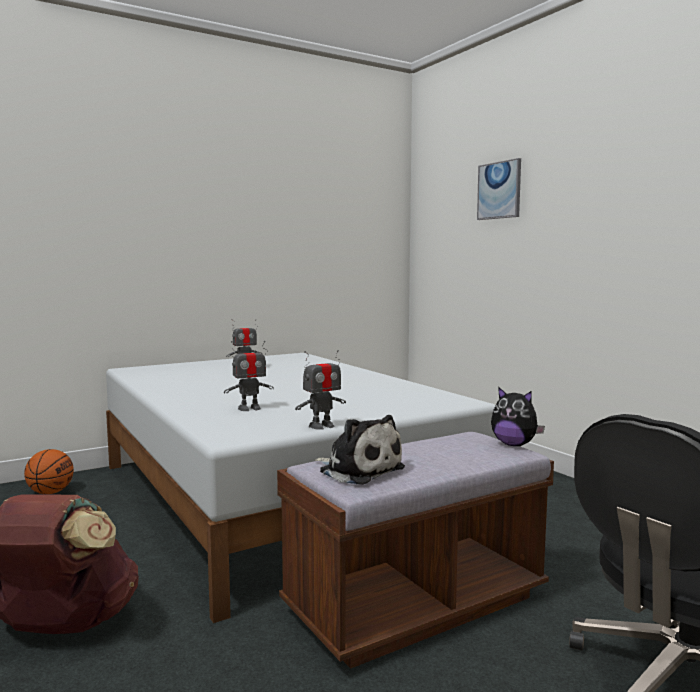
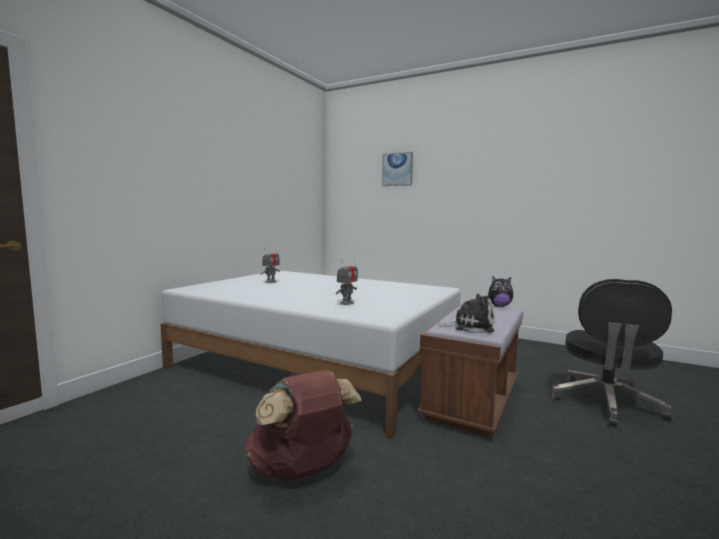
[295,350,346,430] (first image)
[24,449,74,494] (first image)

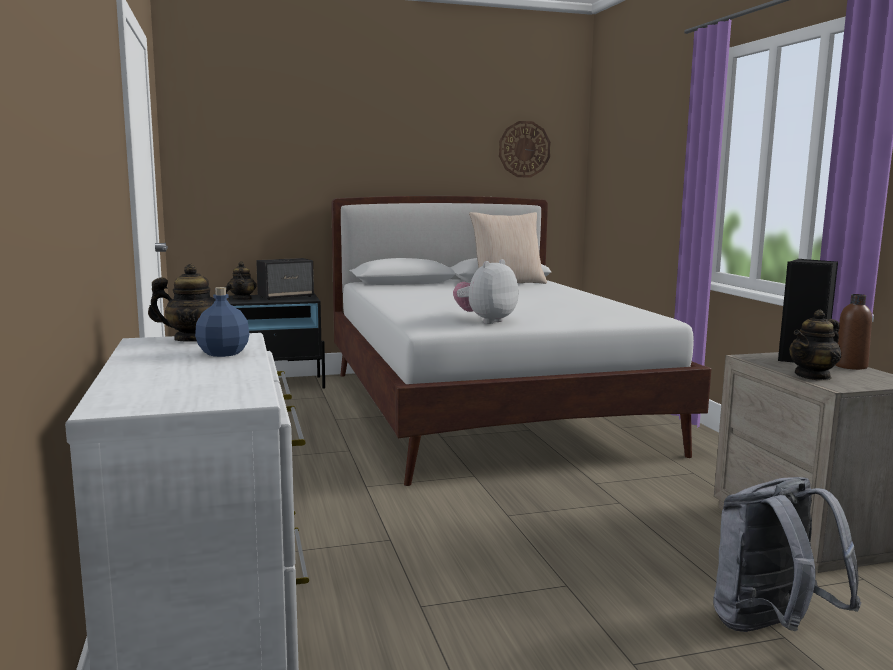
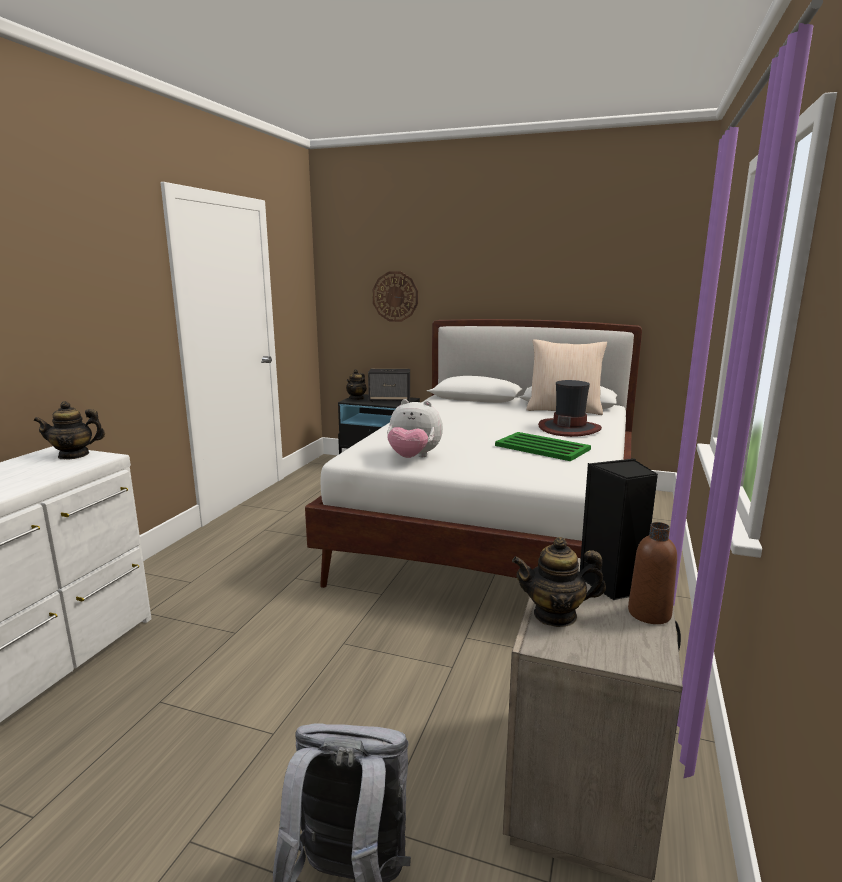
[372,272,418,322]
[387,399,443,458]
[33,401,105,460]
[195,287,250,357] (first image)
[538,380,602,437]
[495,432,591,461]

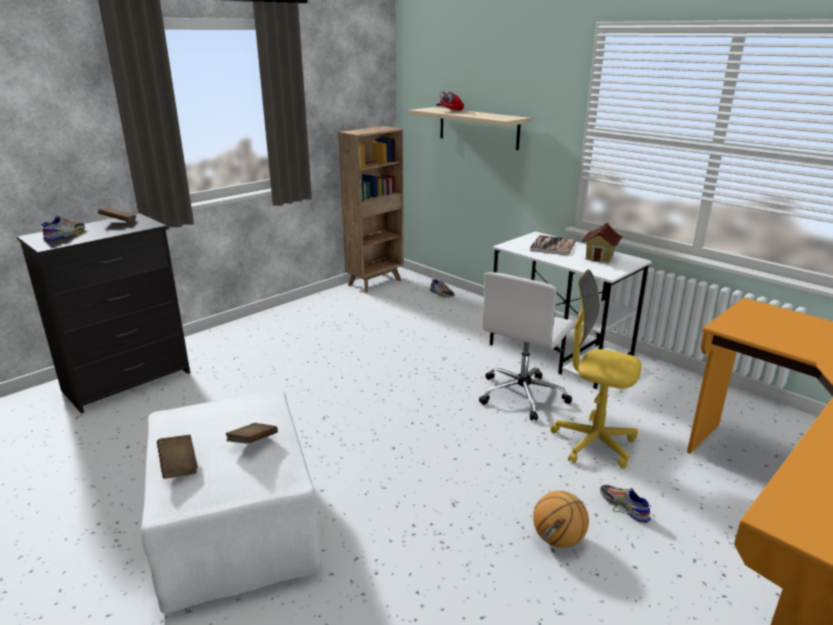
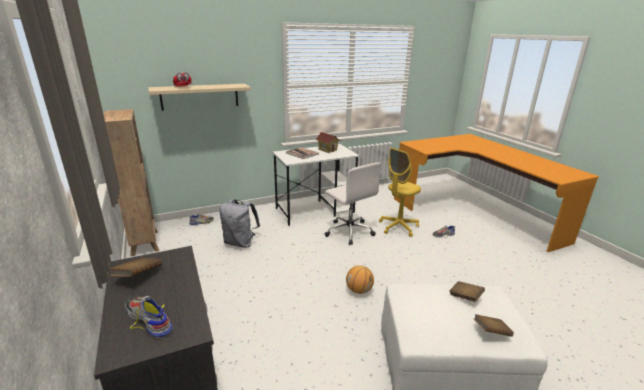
[346,265,374,294]
[219,199,260,248]

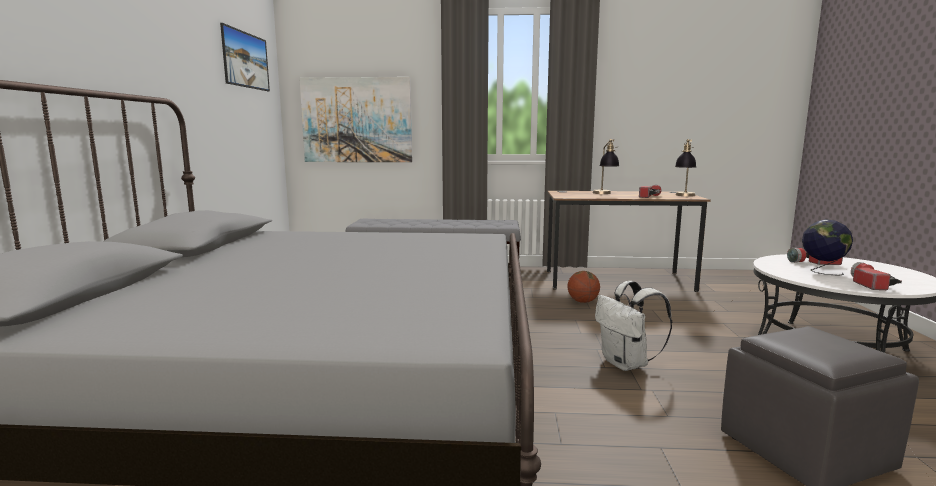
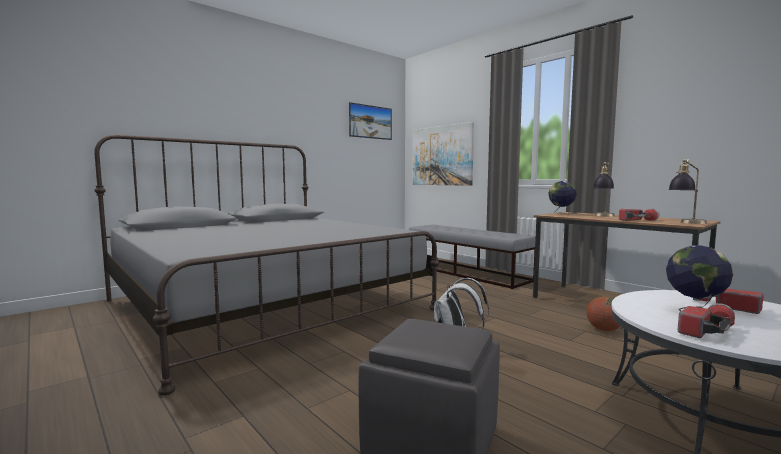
[587,297,620,331]
[548,181,577,214]

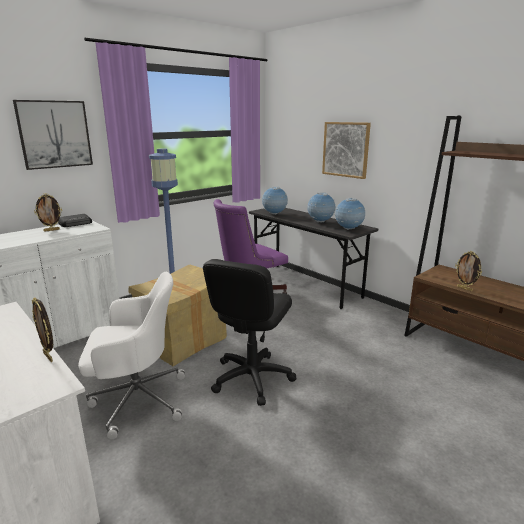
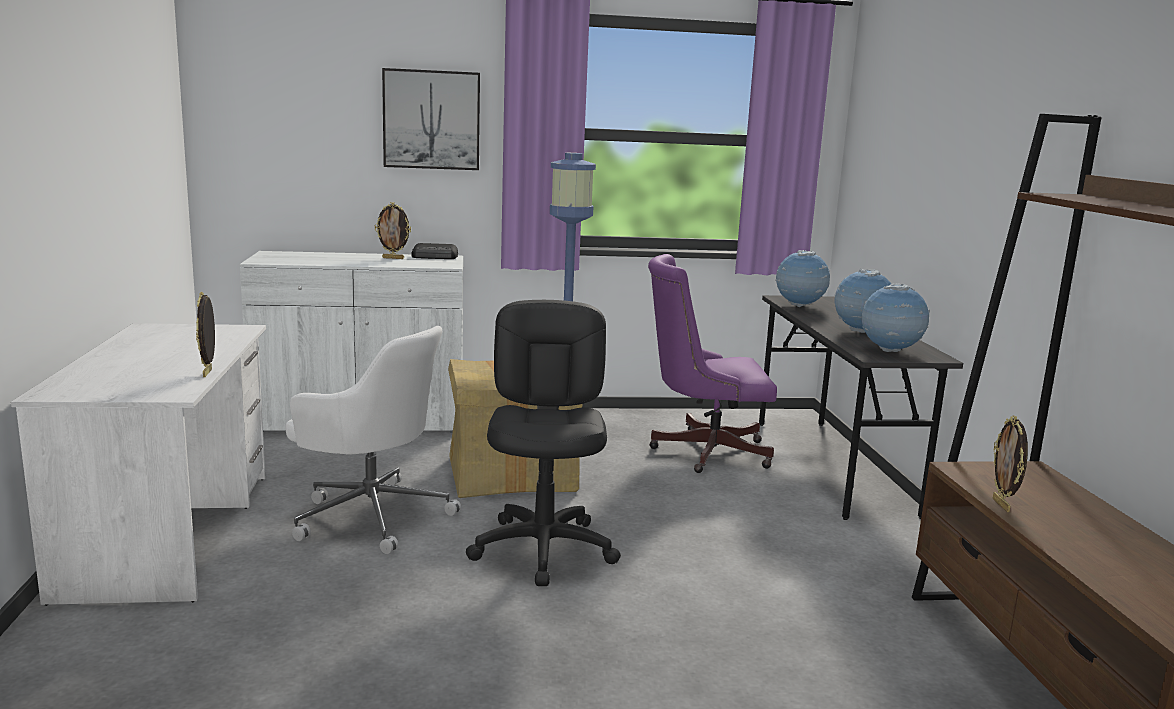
[322,122,371,179] (first image)
[466,300,621,586]

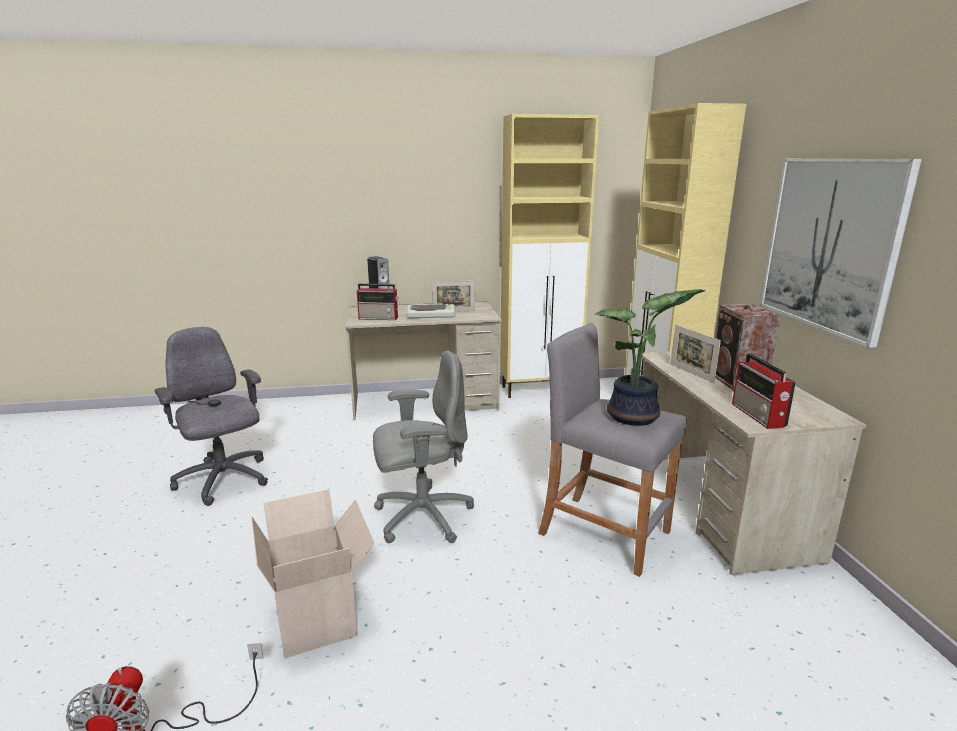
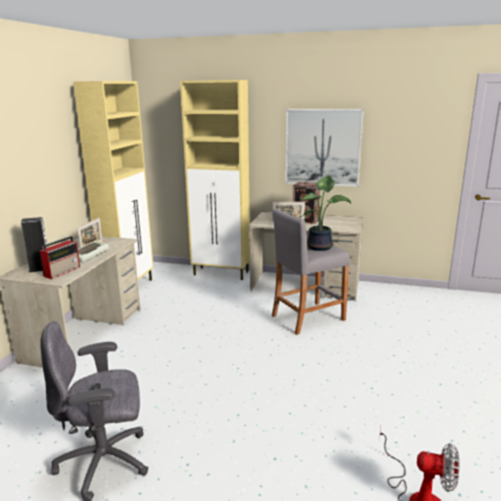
[373,351,474,544] (first image)
[732,353,796,429] (first image)
[251,489,374,659] (first image)

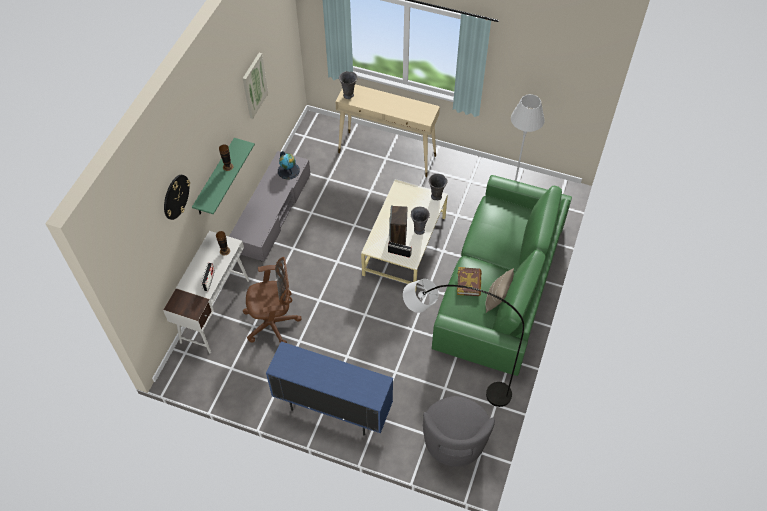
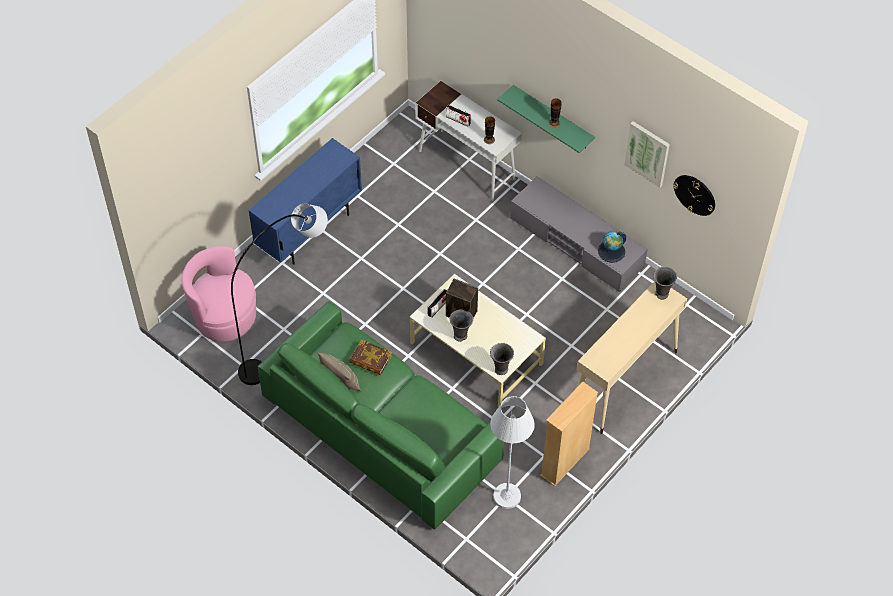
[673,175,715,216]
[243,257,301,343] (first image)
[181,246,256,342]
[540,382,598,486]

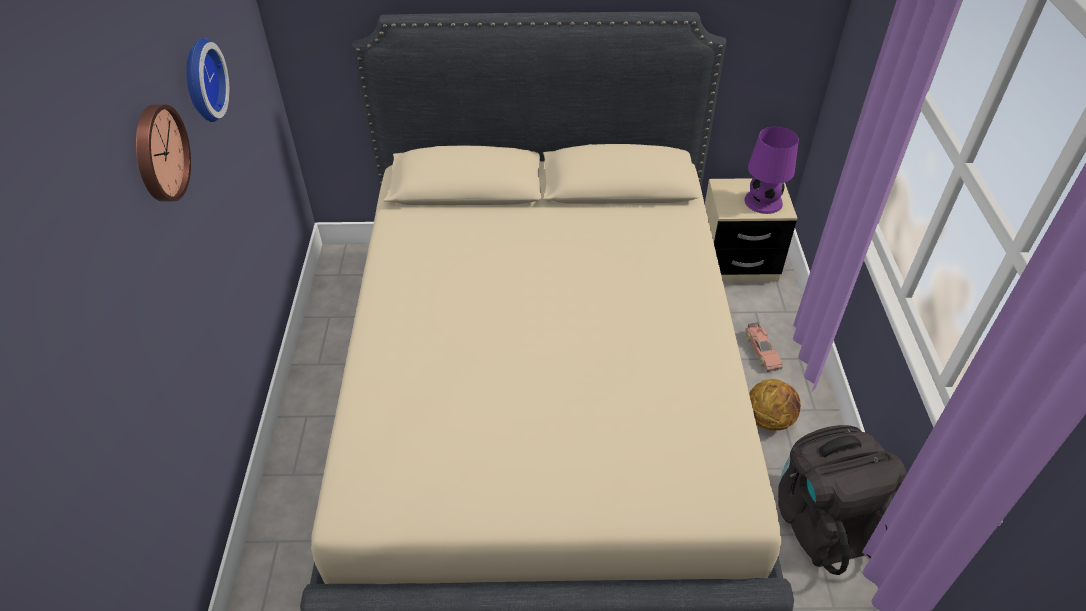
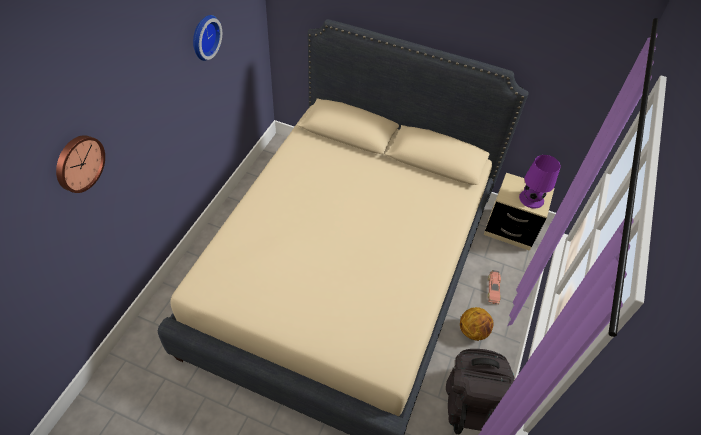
[56,135,105,193]

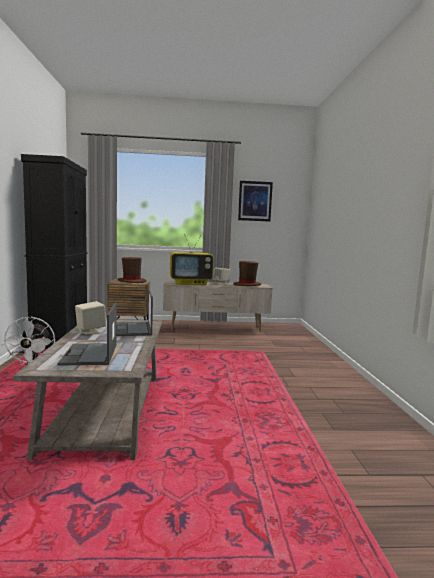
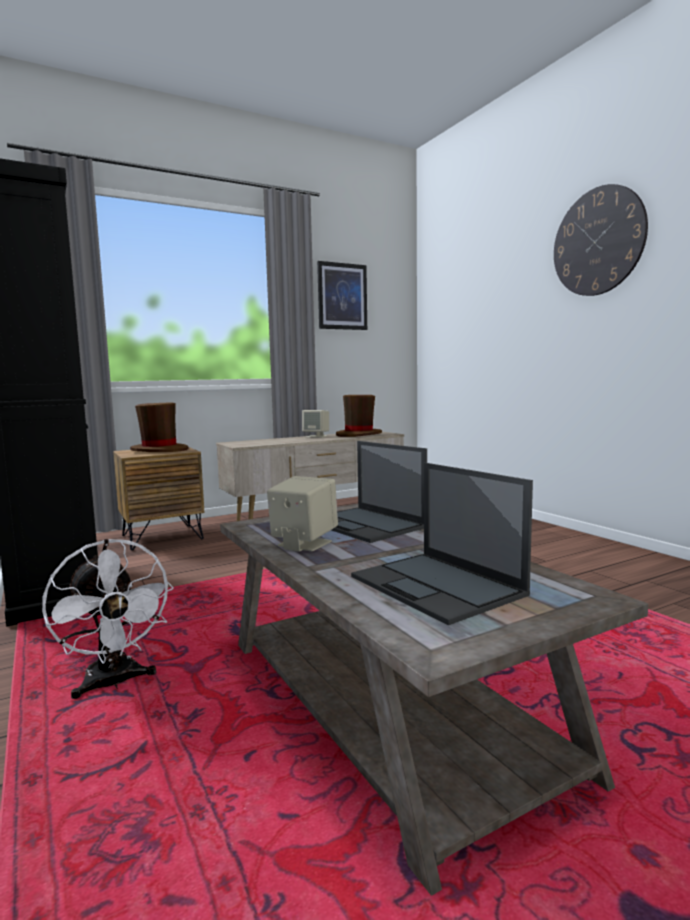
[170,234,214,285] (first image)
[554,184,648,296]

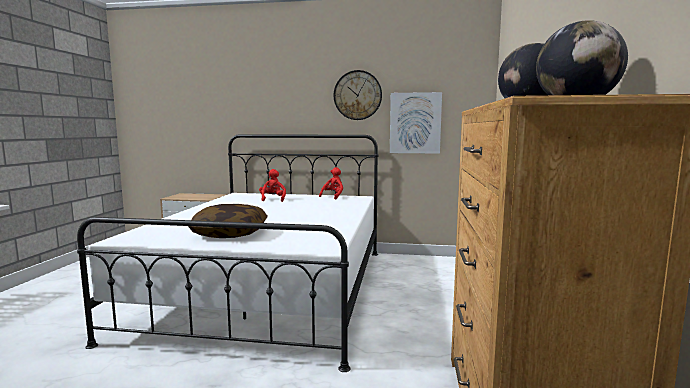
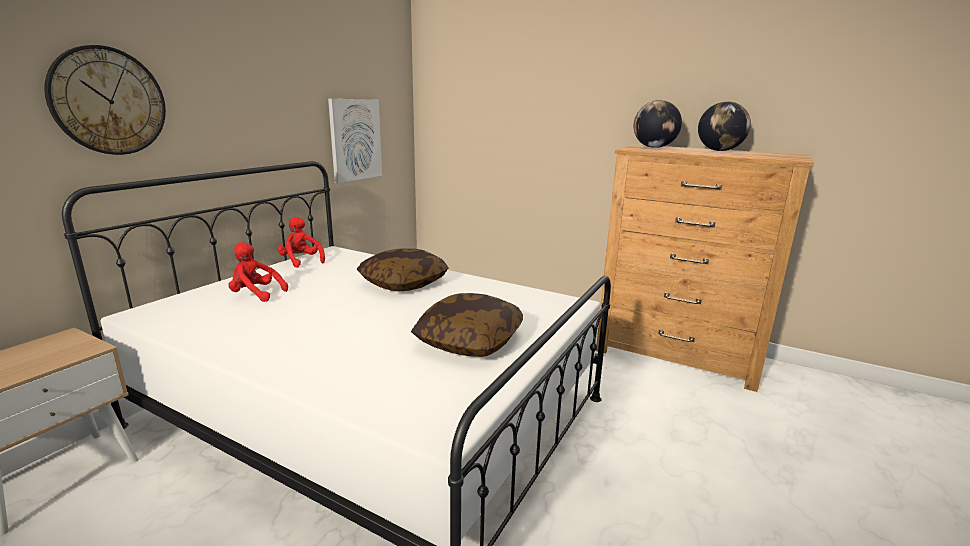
[44,45,166,155]
[357,248,449,291]

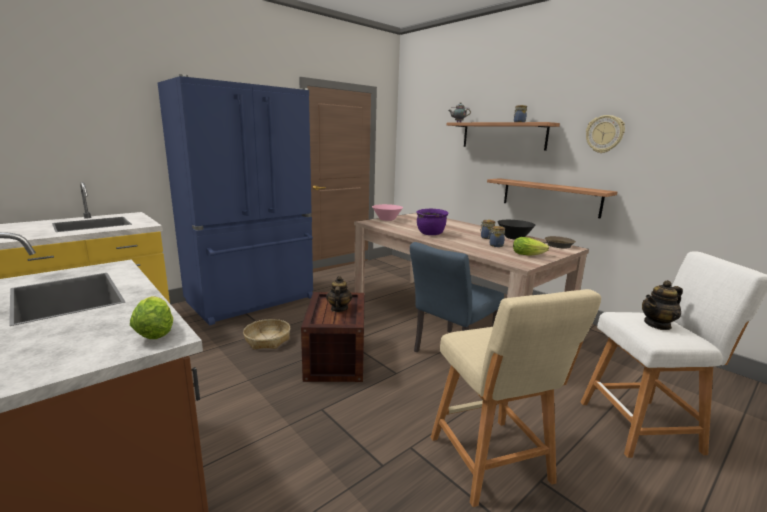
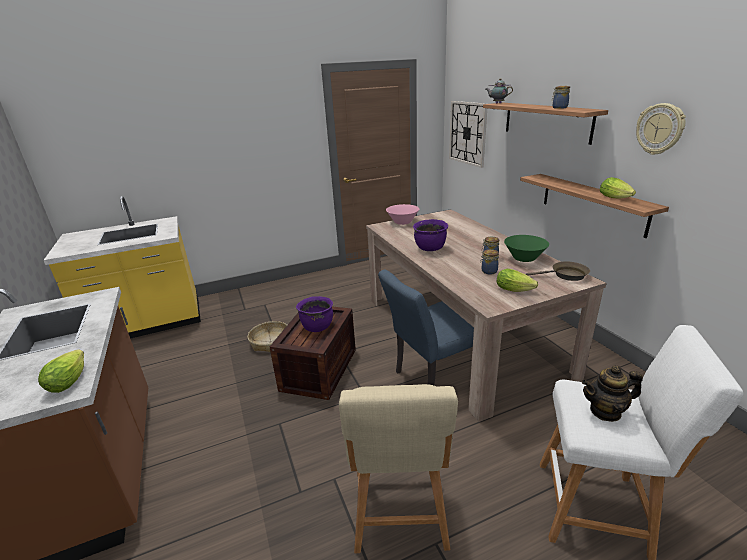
[158,74,313,326] (first image)
[504,235,549,262]
[296,296,333,332]
[449,101,487,168]
[600,177,636,198]

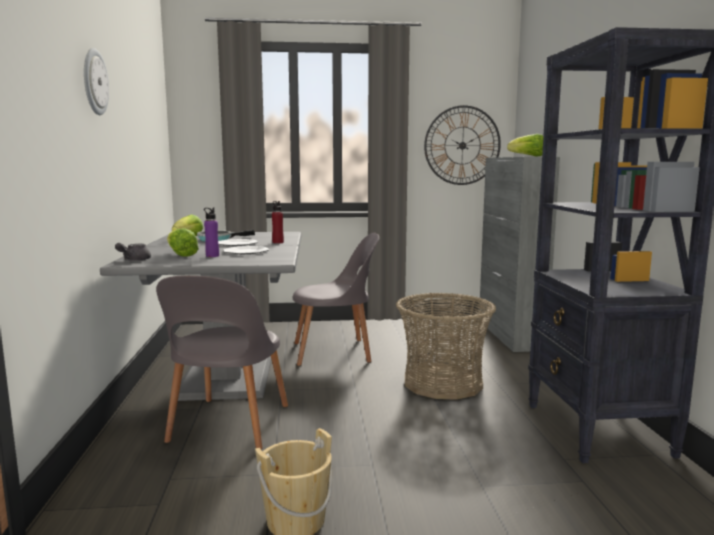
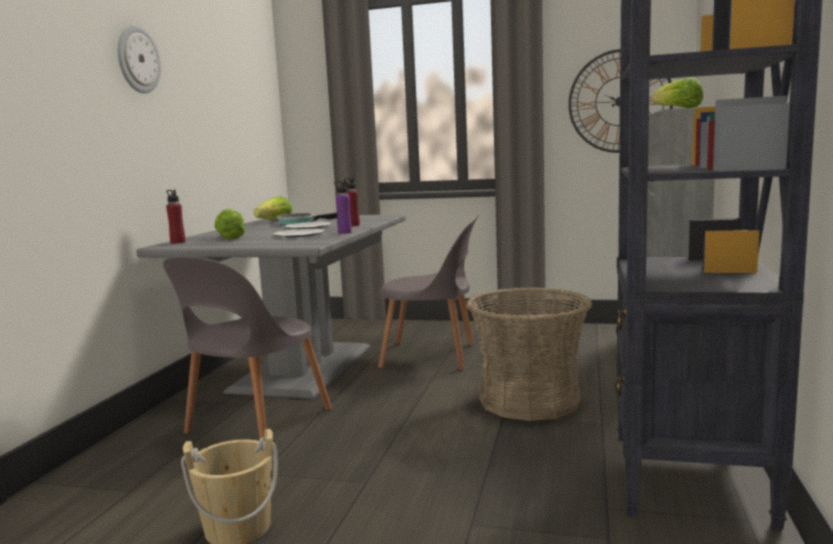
[334,181,352,234]
[166,189,186,244]

